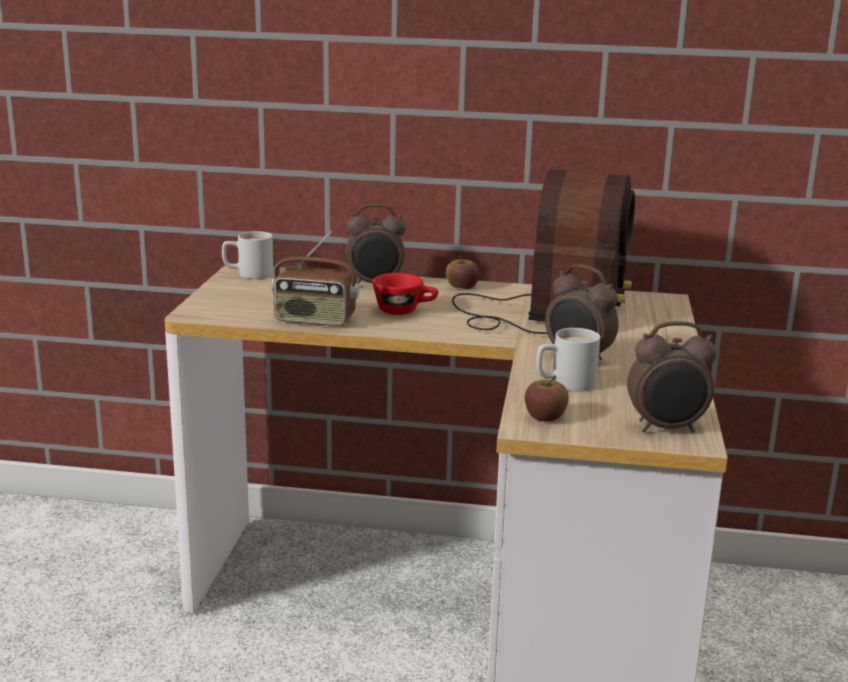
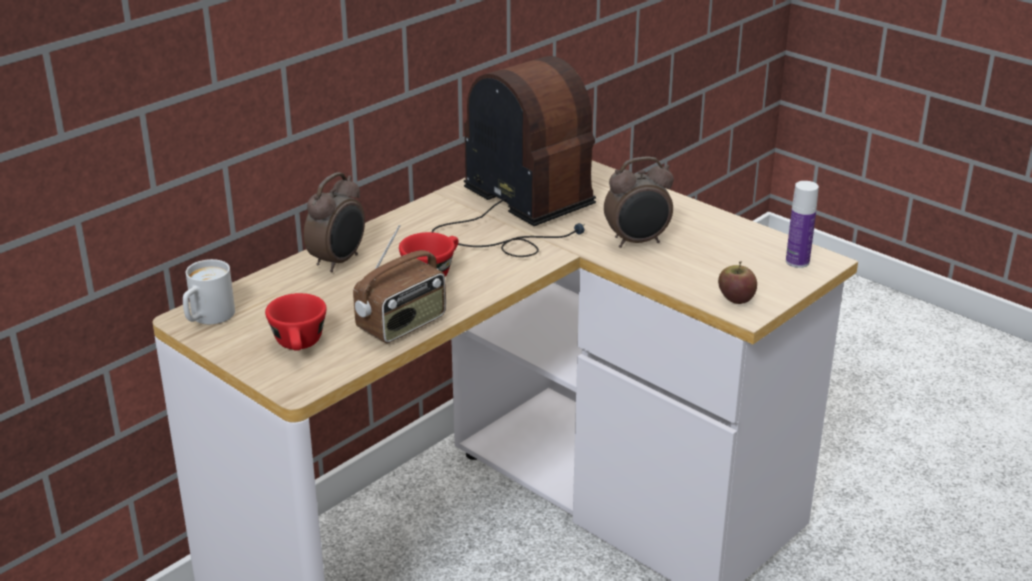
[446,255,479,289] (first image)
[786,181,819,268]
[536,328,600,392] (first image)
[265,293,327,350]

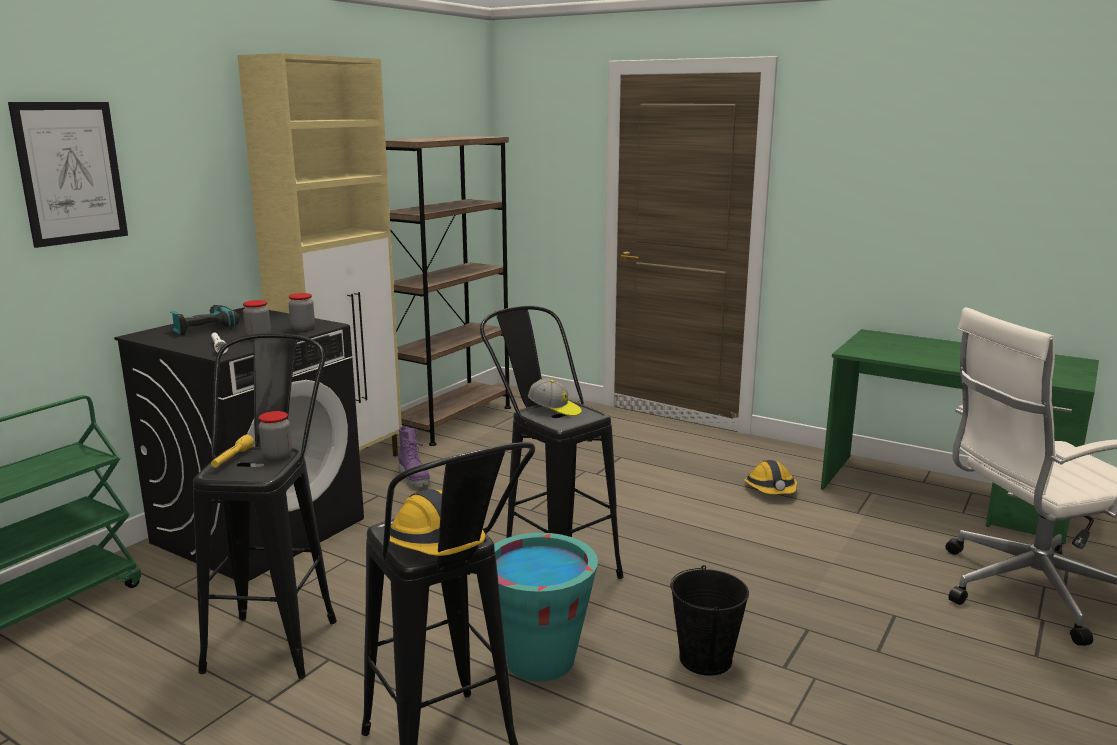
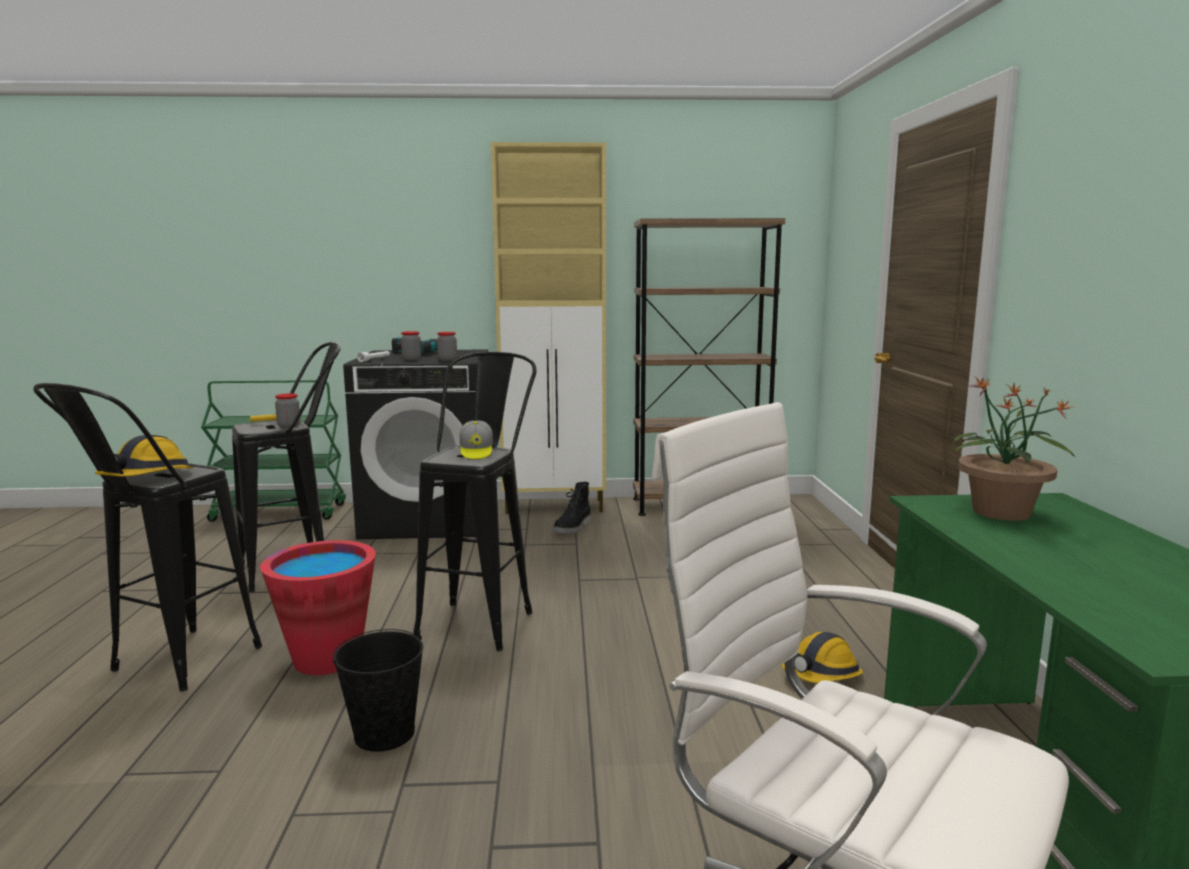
[8,102,128,248] (first image)
[553,482,591,534]
[260,540,376,675]
[953,377,1076,521]

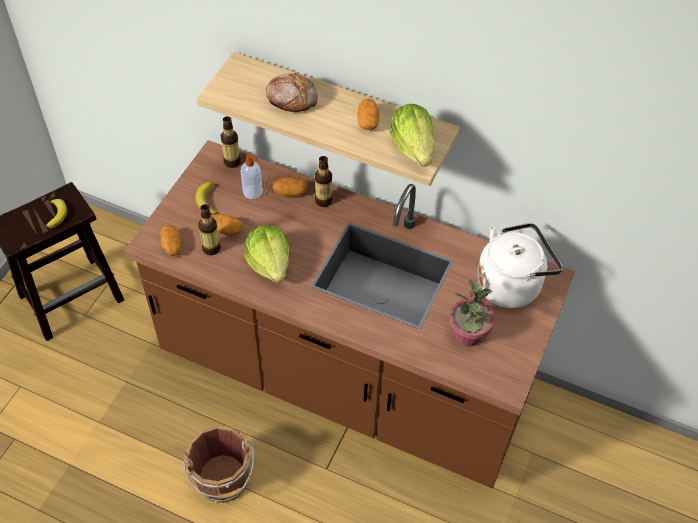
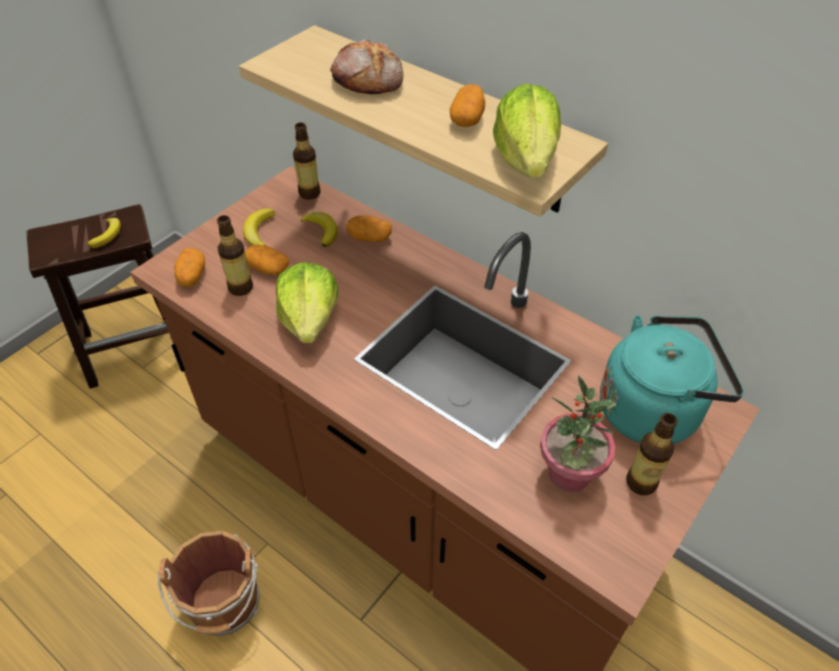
[301,211,338,247]
[626,413,678,495]
[600,315,744,444]

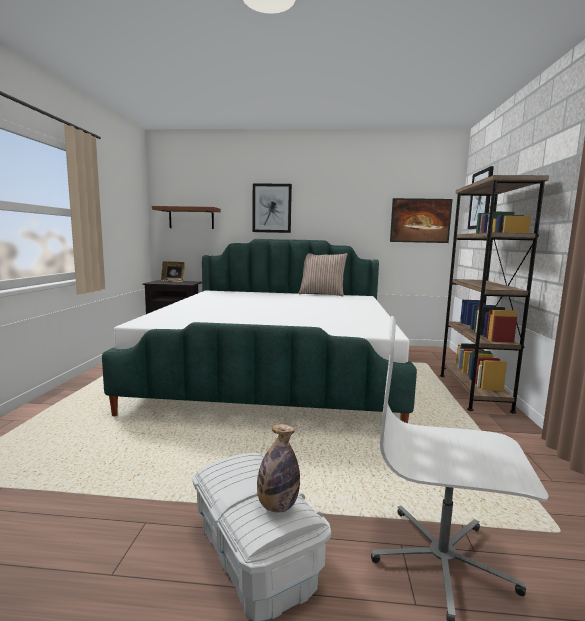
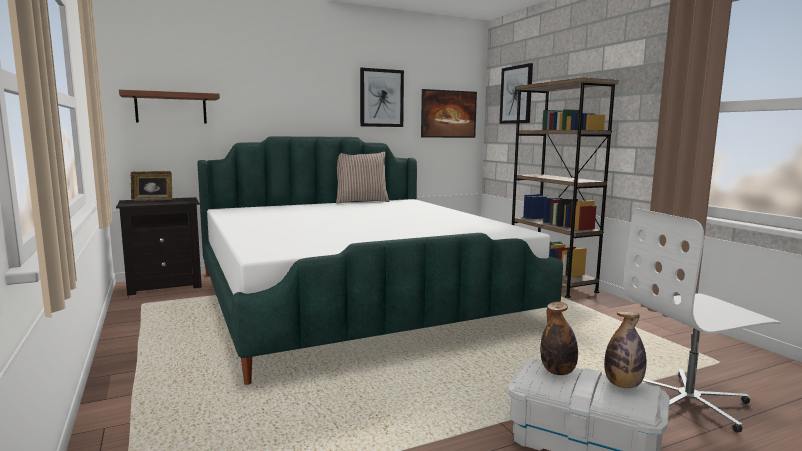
[360,68,404,127]
[540,302,578,375]

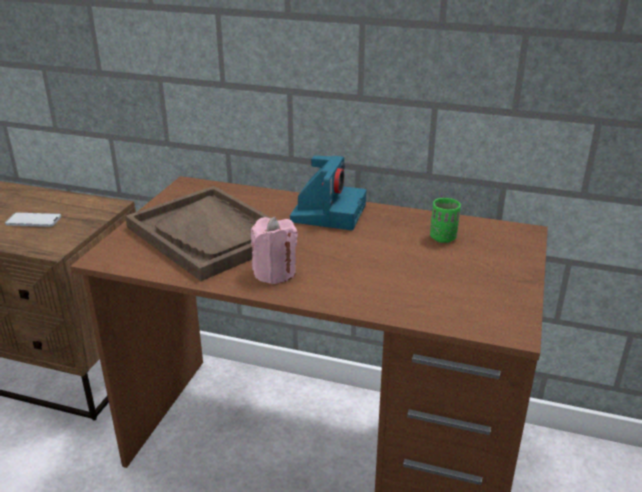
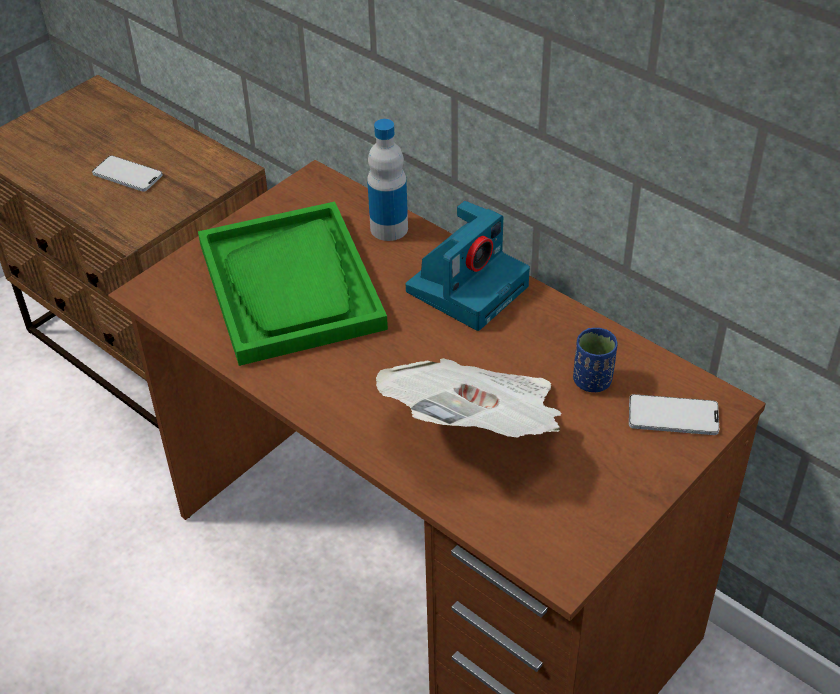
[198,201,388,366]
[573,328,618,392]
[251,216,298,284] (first image)
[367,119,408,241]
[376,358,562,437]
[629,394,719,435]

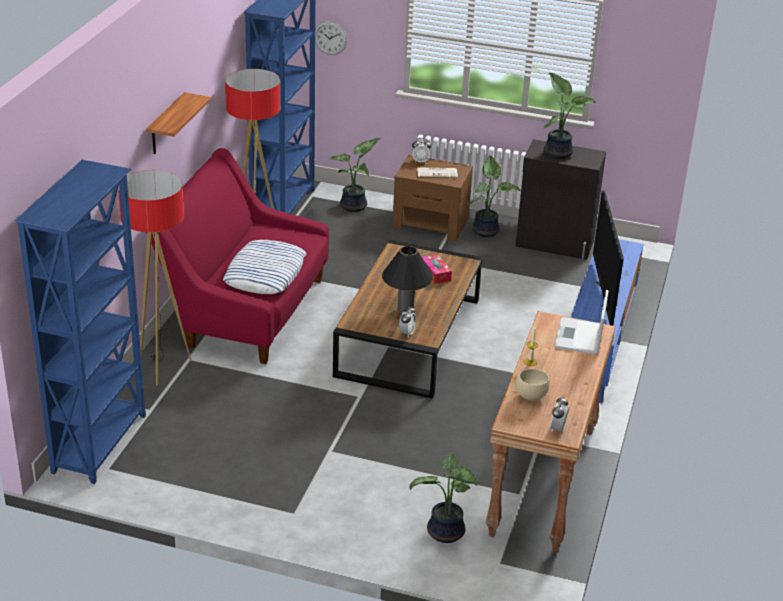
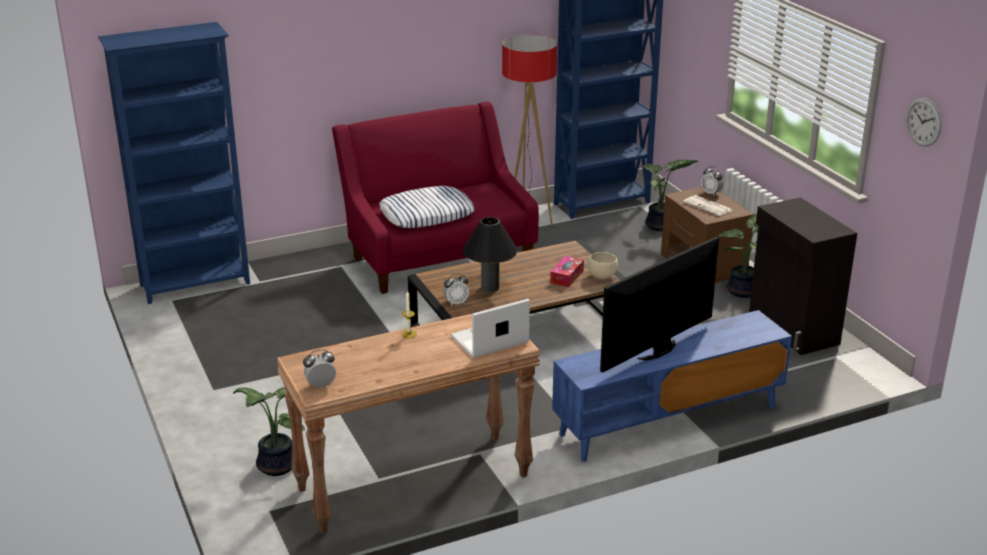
[906,98,942,147]
[544,73,596,159] (first image)
[146,92,211,154] (first image)
[118,170,191,386] (first image)
[588,252,618,279]

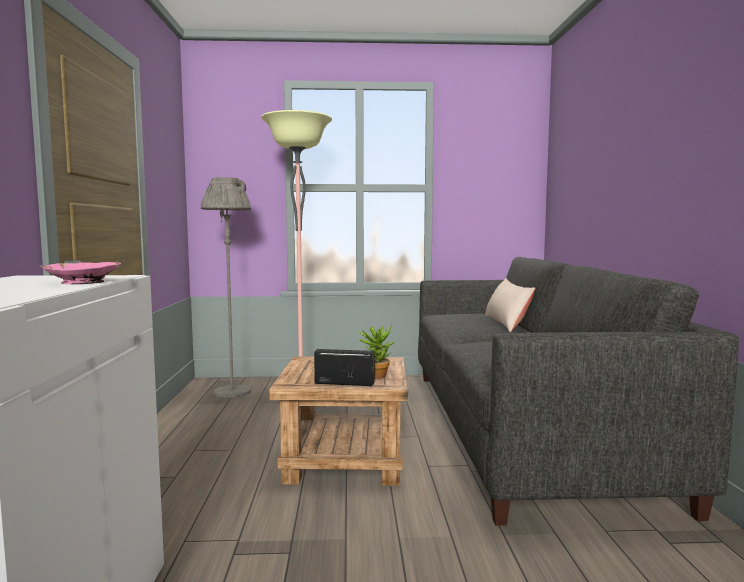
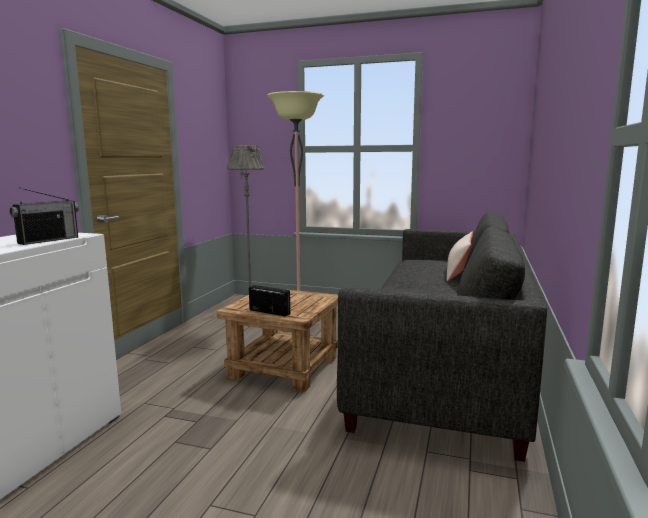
[9,187,79,245]
[358,323,396,379] (first image)

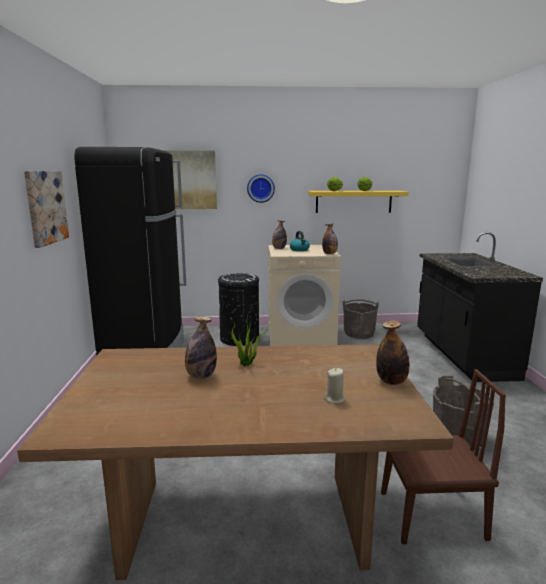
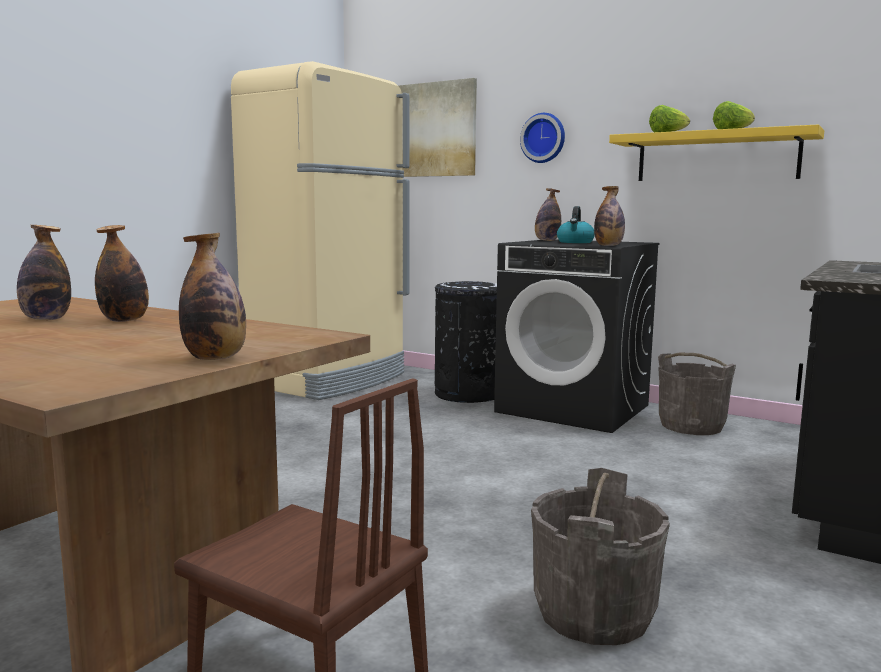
[231,61,410,400]
[24,171,69,248] (first image)
[494,239,660,433]
[95,225,149,322]
[324,368,345,404] (first image)

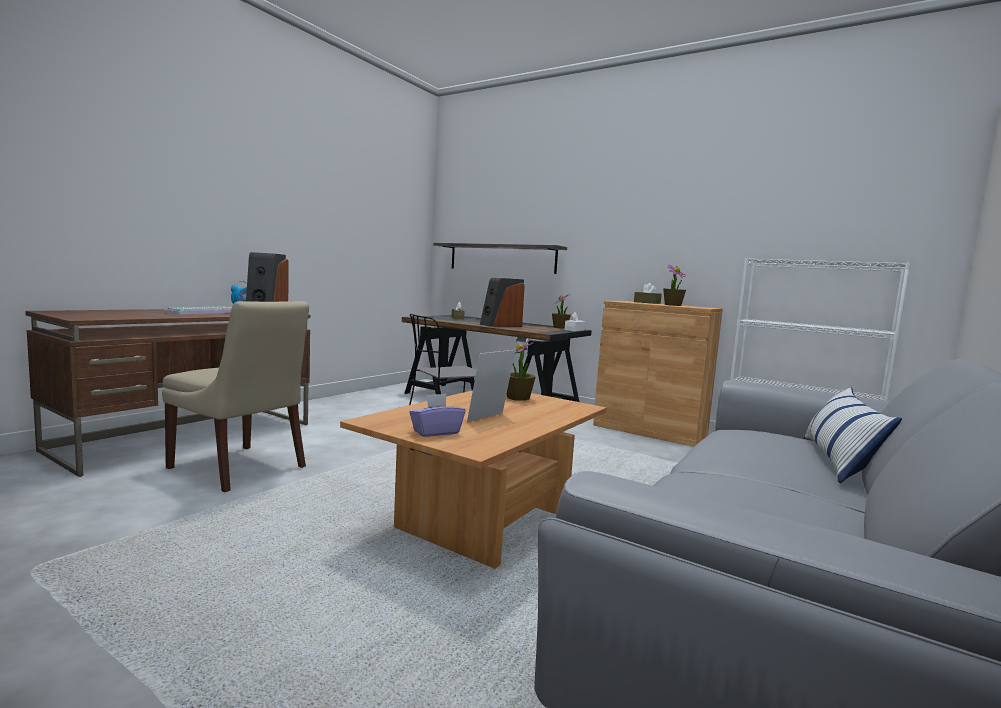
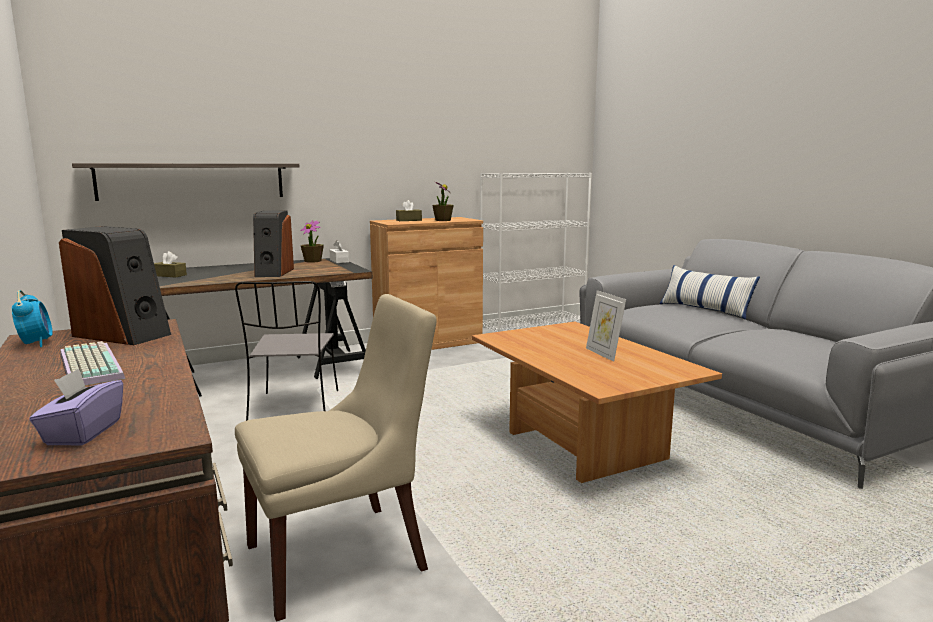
[507,342,536,401] (first image)
[29,369,123,445]

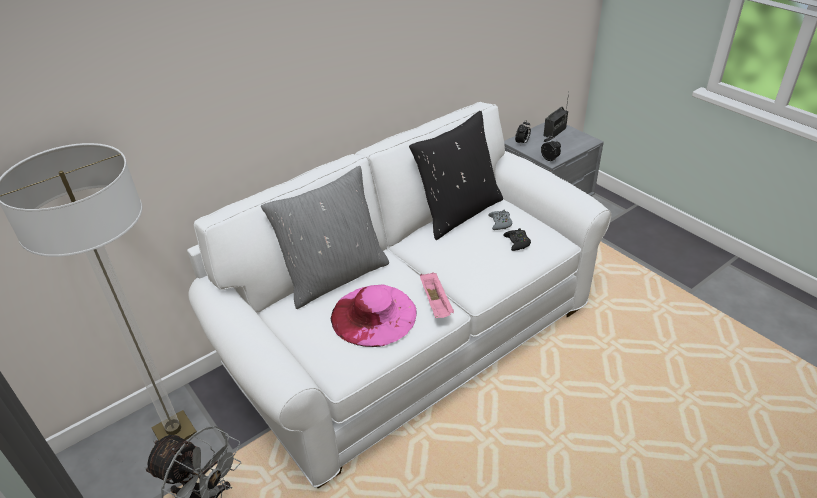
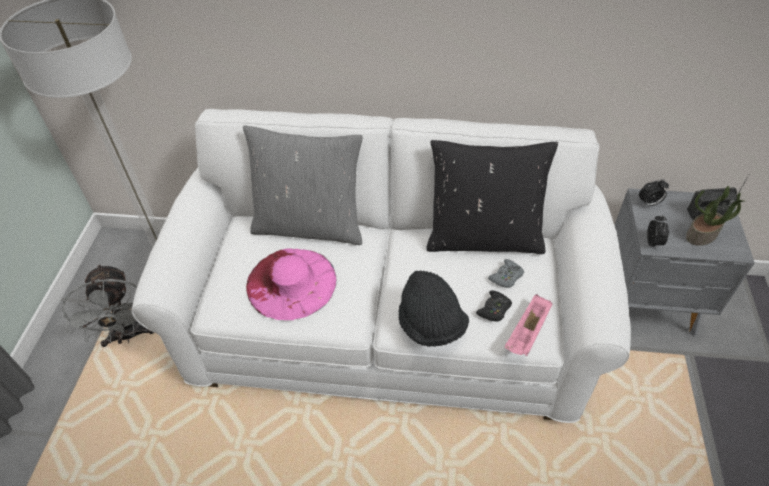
[505,294,553,356]
[686,186,744,246]
[399,270,469,347]

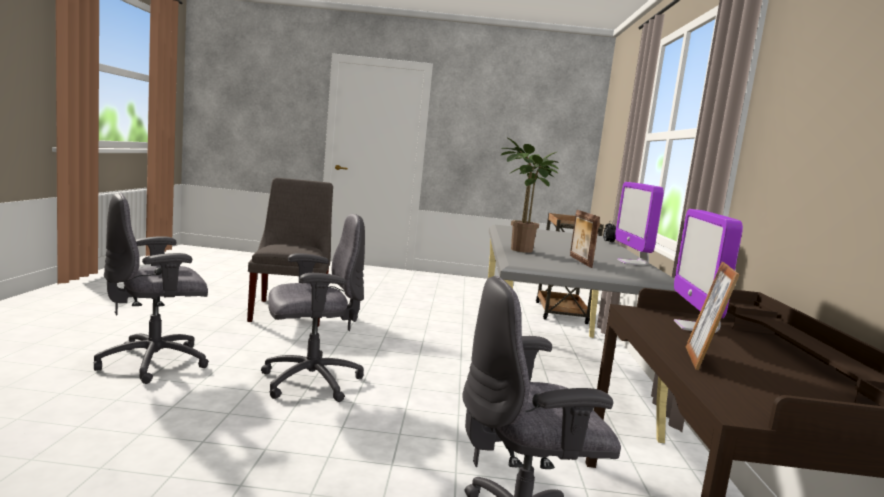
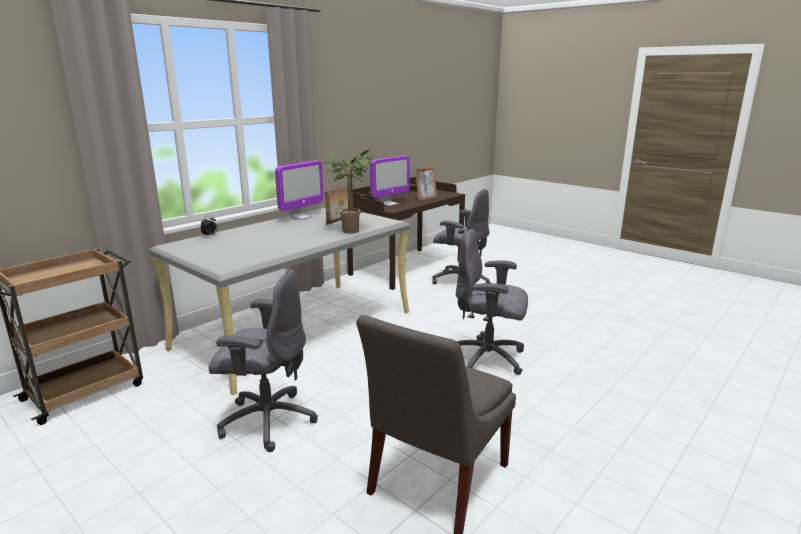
[208,269,318,452]

